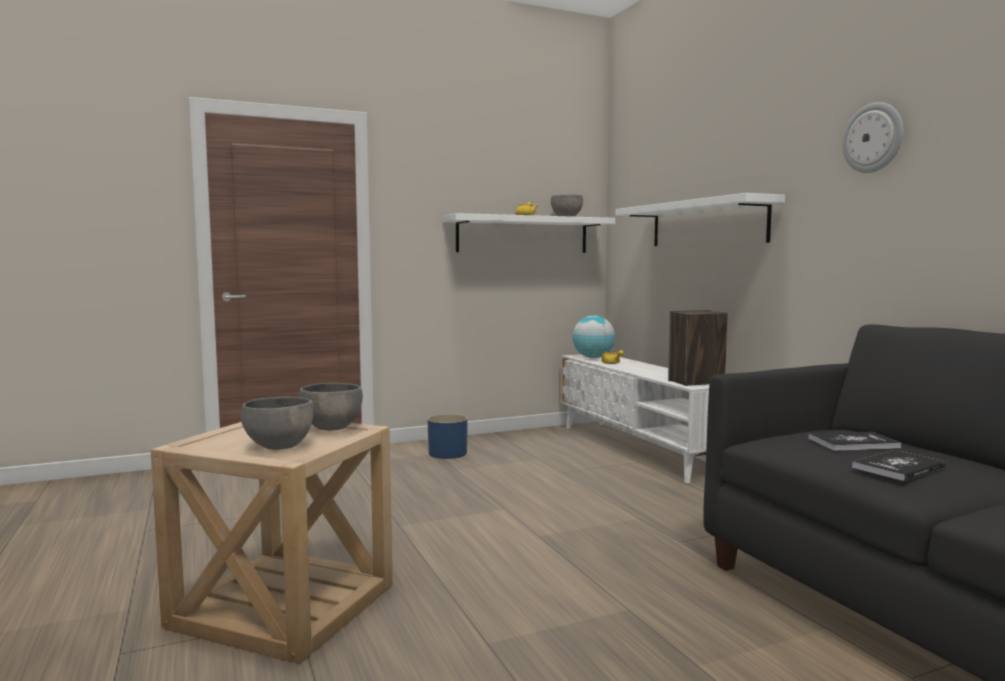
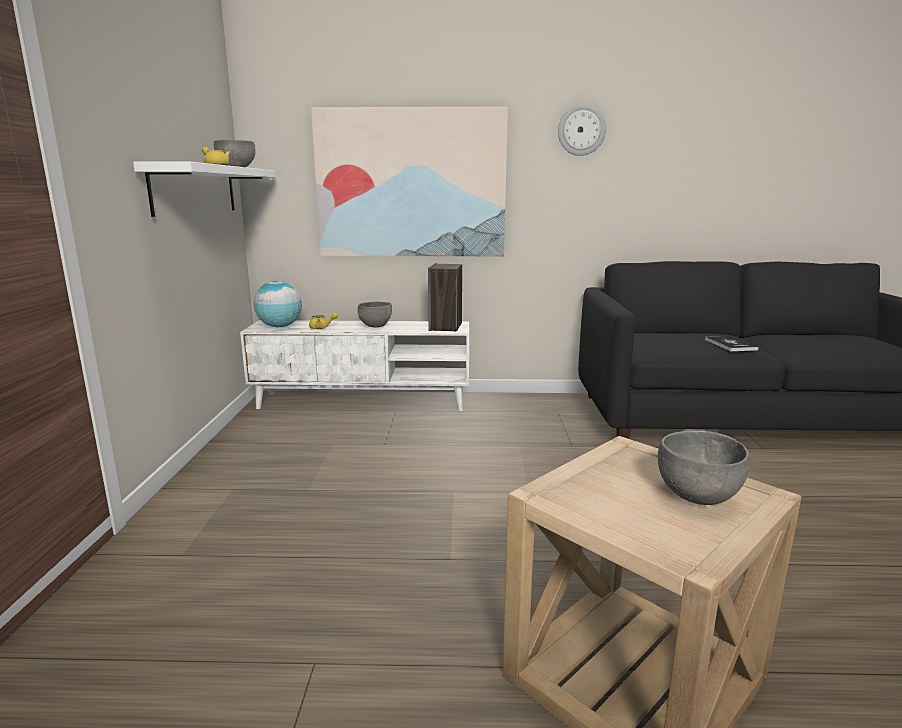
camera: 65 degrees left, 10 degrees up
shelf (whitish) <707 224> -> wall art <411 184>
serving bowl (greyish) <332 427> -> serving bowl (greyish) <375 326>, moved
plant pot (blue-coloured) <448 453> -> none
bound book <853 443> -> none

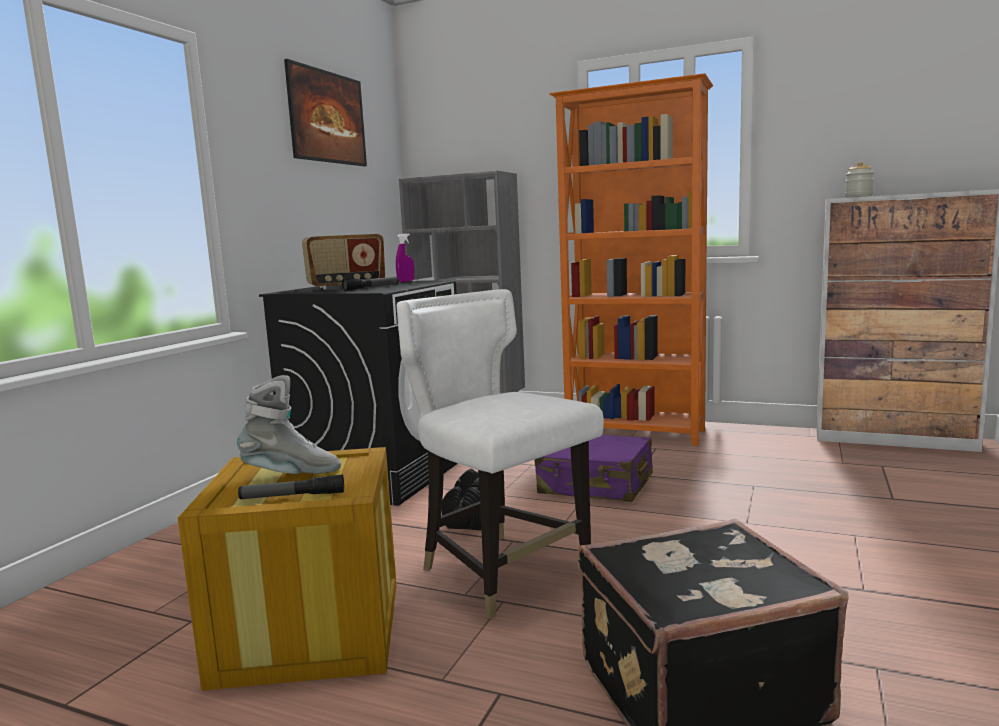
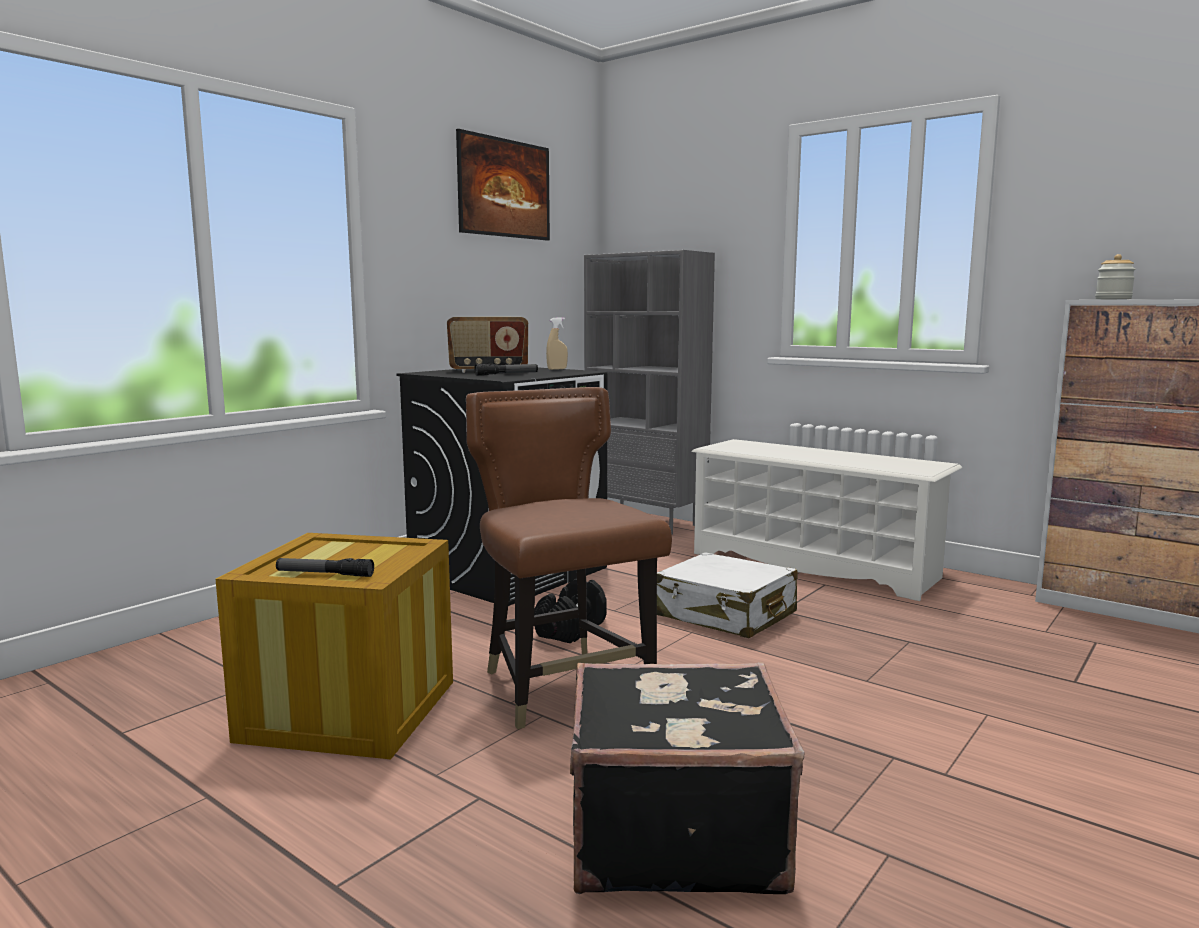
camera: 15 degrees right, 0 degrees up
chair (whitish) <503 571> -> chair (brown-coloured) <564 686>
sprayer (purple) <406 281> -> sprayer (beige-coloured) <557 369>
piece of luggage (purple) <596 485> -> piece of luggage (whitish) <725 615>
shelving unit (orangey) <636 434> -> shoe shelf (whitish) <814 565>
tall boot (greyish) <291 474> -> none

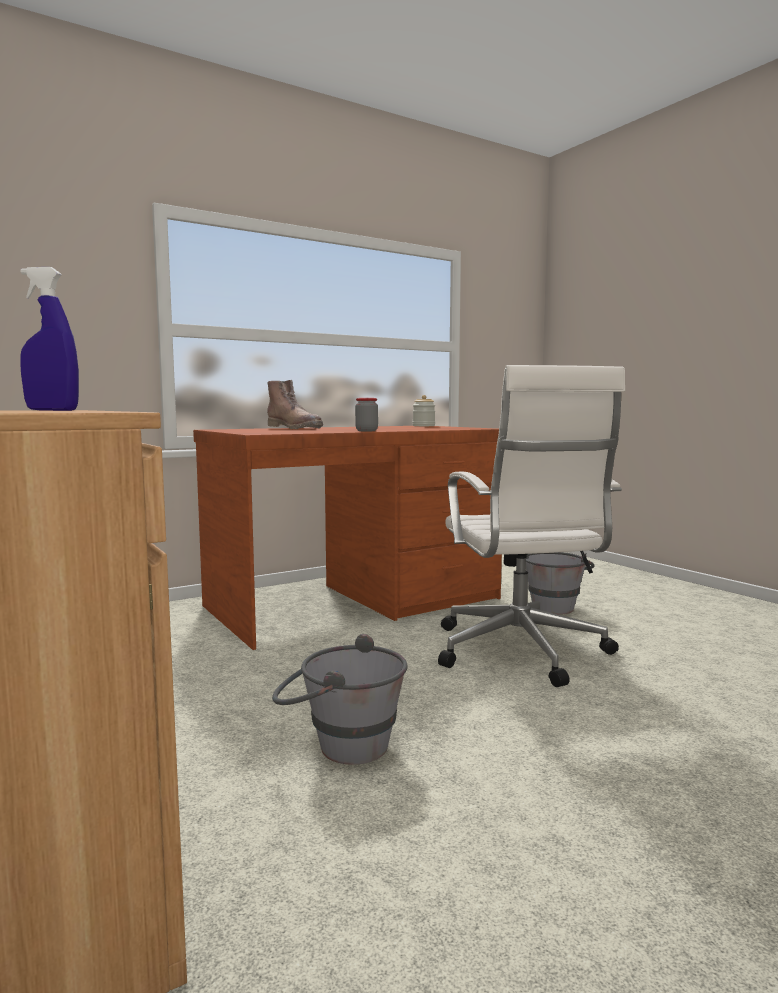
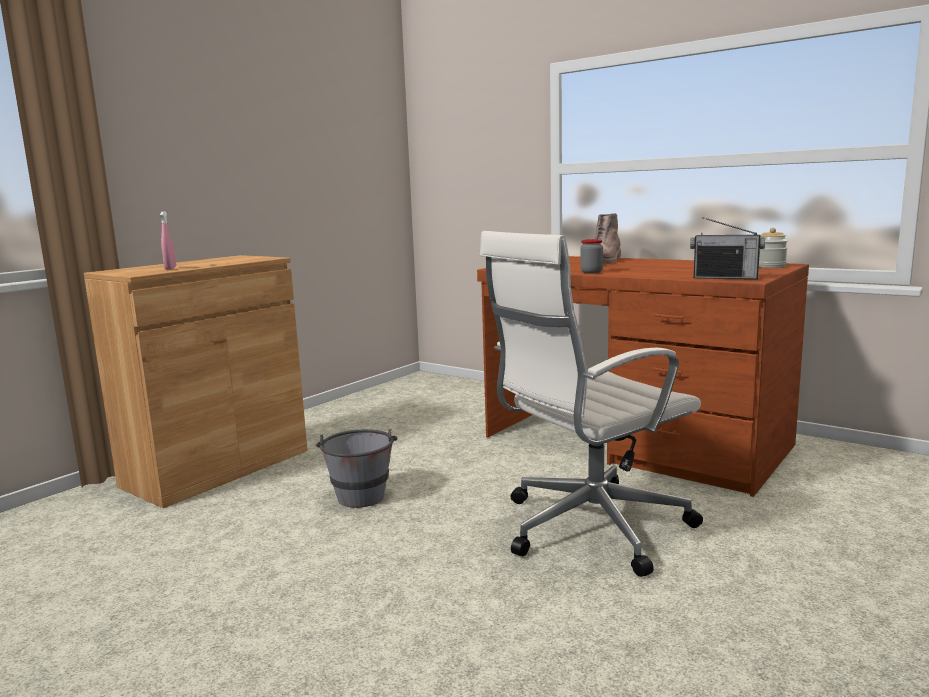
camera: 70 degrees right, 5 degrees up
sprayer (blue-coloured) <52 410> -> sprayer (pink-coloured) <170 268>
none -> radio receiver <725 278>
water bucket (greyish) <555 605> -> none

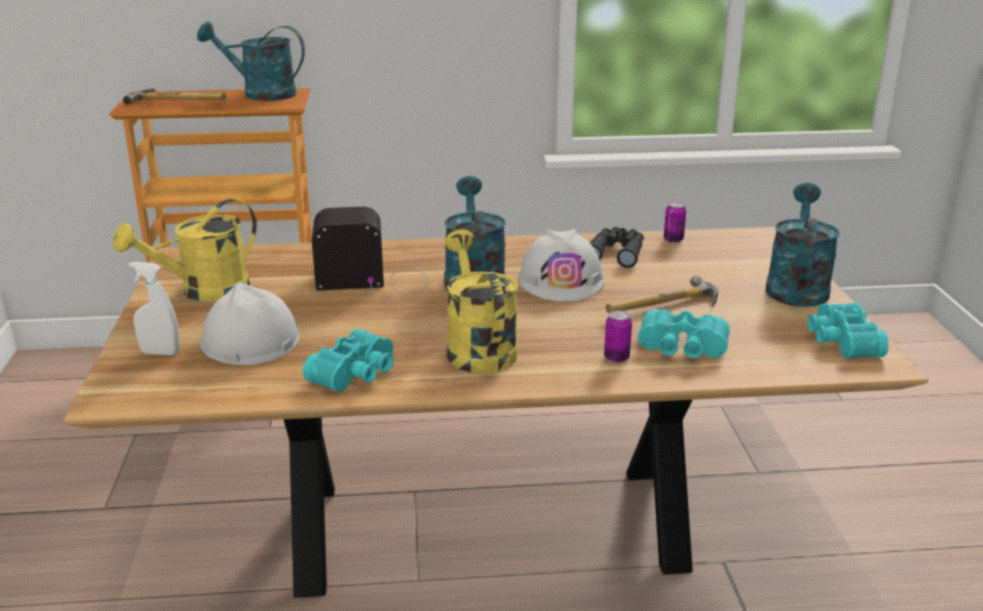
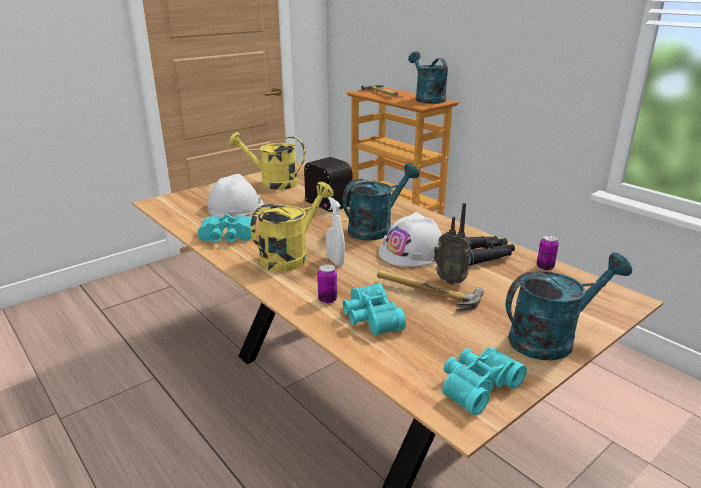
camera: 55 degrees right, 0 degrees up
sprayer (whitish) <160 353> -> sprayer (whitish) <335 261>, moved
none -> radio receiver <450 280>

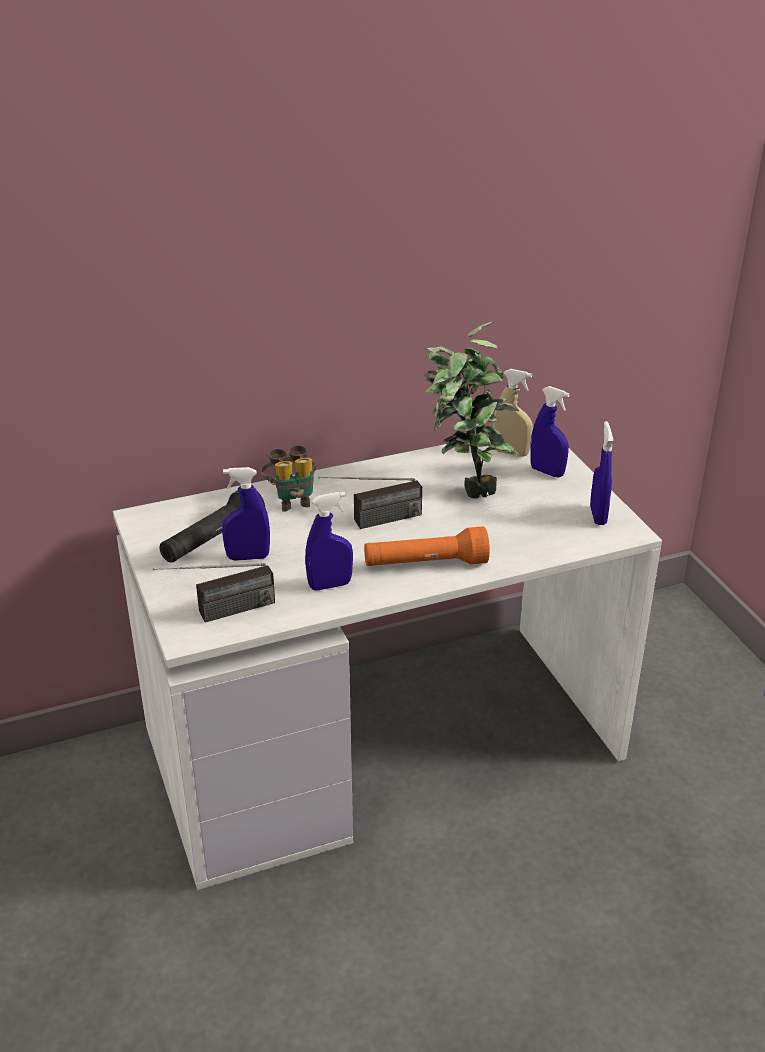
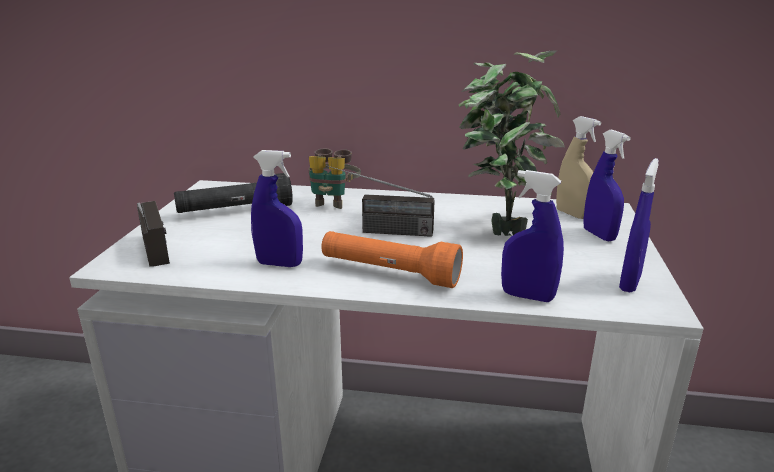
camera: 30 degrees right, 10 degrees down
radio receiver <218 614> -> radio receiver <160 257>, 120 degrees counterclockwise
sprayer (blue-coloured) <248 557> -> sprayer (blue-coloured) <527 296>, moved

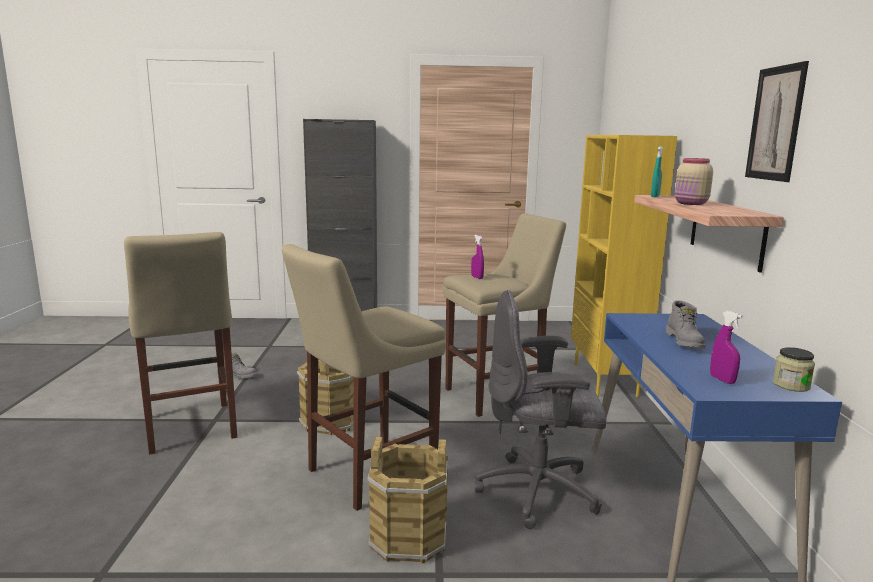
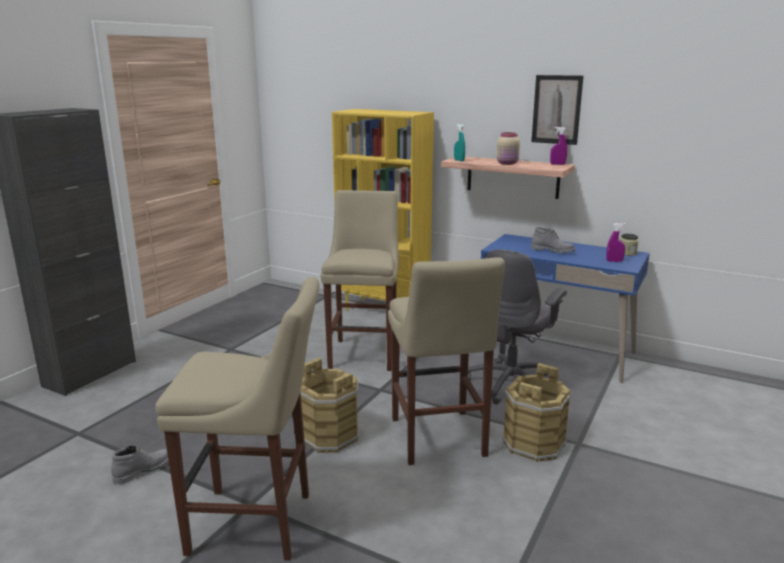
camera: 60 degrees left, 5 degrees up
sprayer (purple) <477 277> -> sprayer (purple) <557 164>, moved

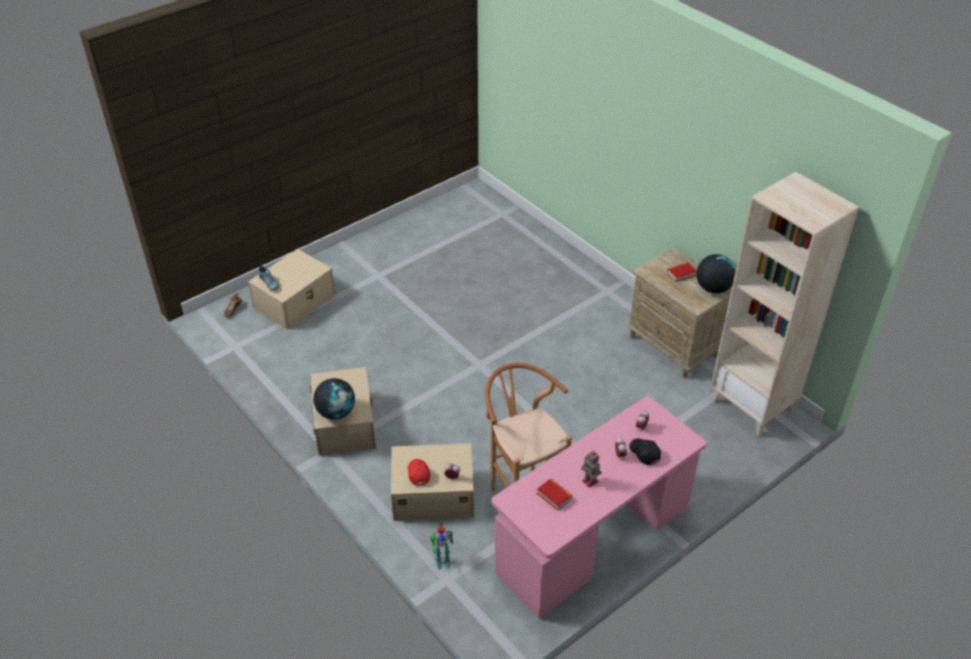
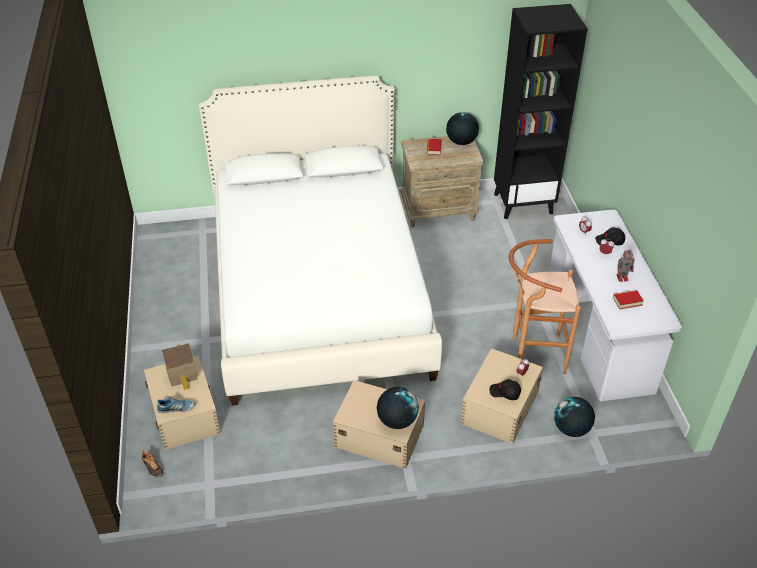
camera: 60 degrees left, 0 degrees up
none -> model house <182 374>
none -> bedroom bed (whitish) <319 292>
baseball cap (reddish) <418 473> -> baseball cap (black-coloured) <505 393>
shelving unit (beige-coloured) <752 406> -> shelving unit (black-coloured) <523 203>
desk (pink-coloured) <593 540> -> desk (whitish) <598 335>
toy robot <442 560> -> world globe <571 429>

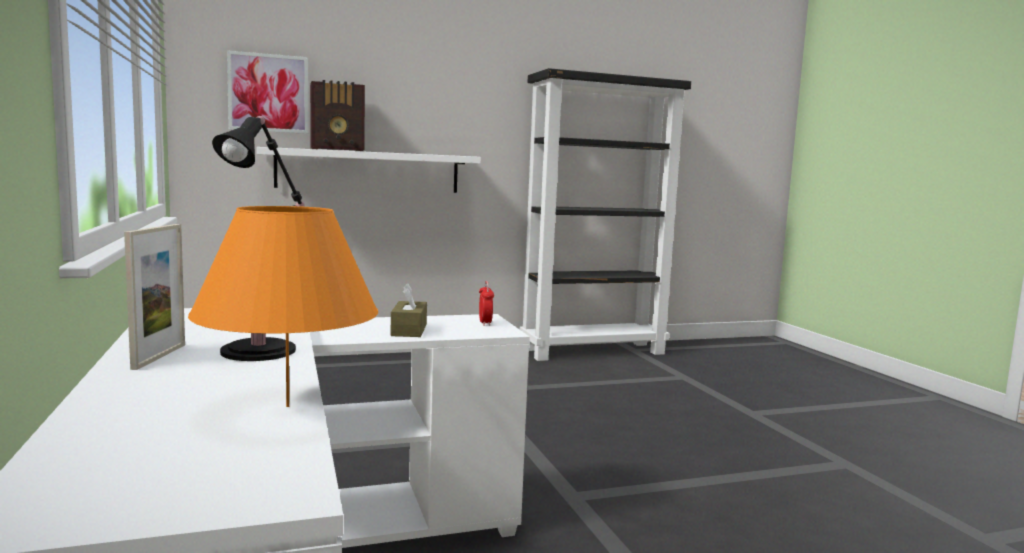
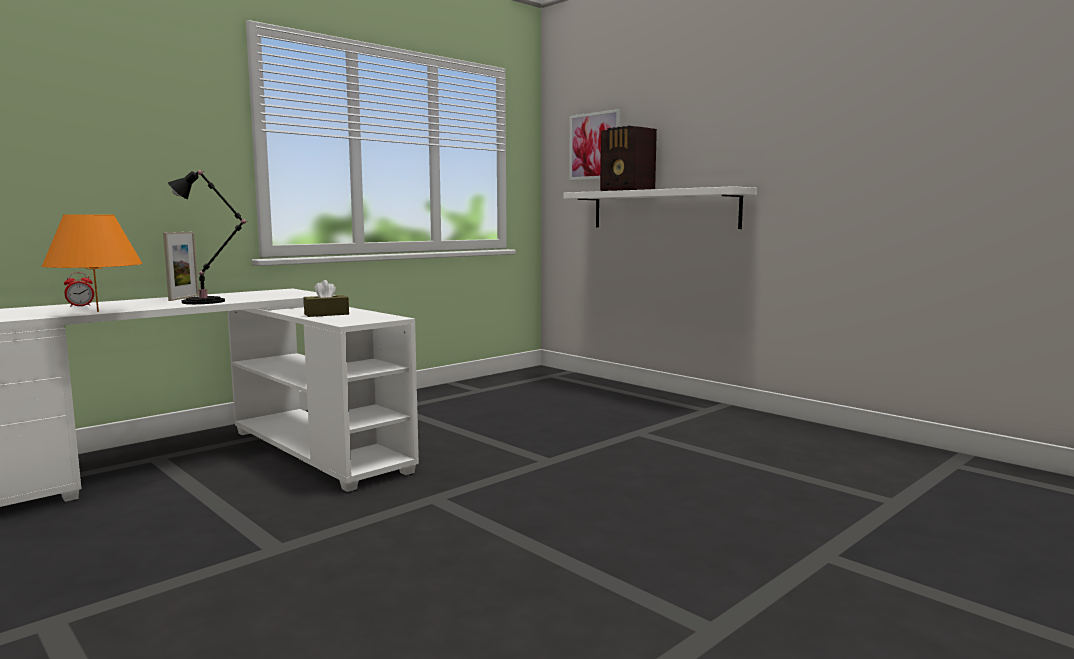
camera: 65 degrees right, 0 degrees up
alarm clock <485 323> -> alarm clock <80 306>, moved
photo frame <159 356> -> photo frame <184 298>, 60 degrees counterclockwise
shelving unit (black-coloured) <593 351> -> none

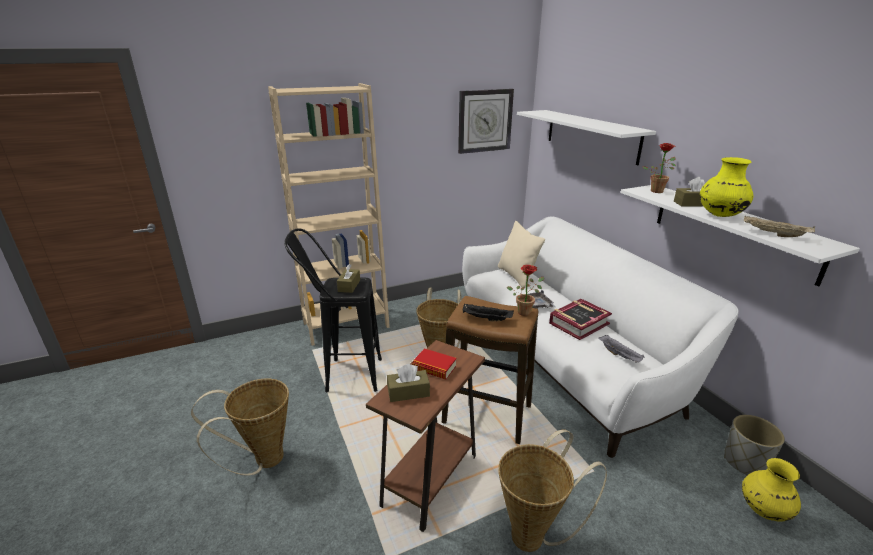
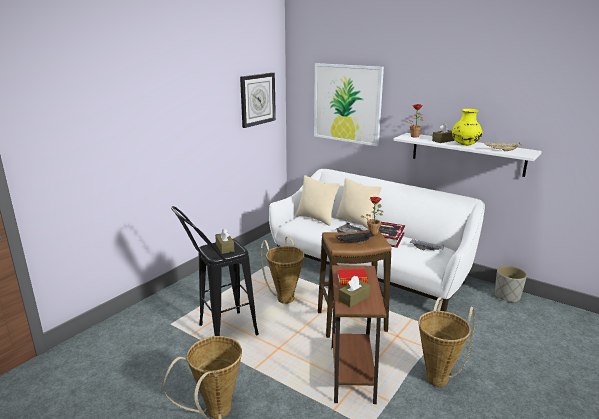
camera: 30 degrees left, 5 degrees down
shelf (whitish) <591 135> -> wall art <347 103>
none -> pillow (beige-coloured) <356 221>
shelving unit (beige-coloured) <346 324> -> none
vase (yellowish) <763 510> -> none

